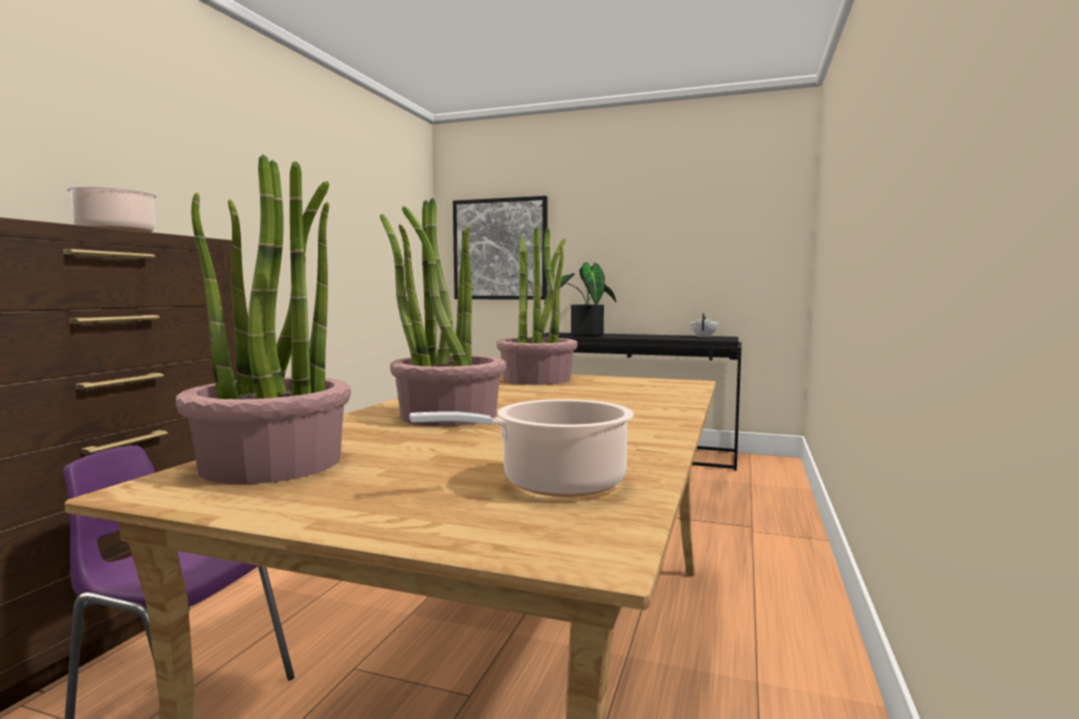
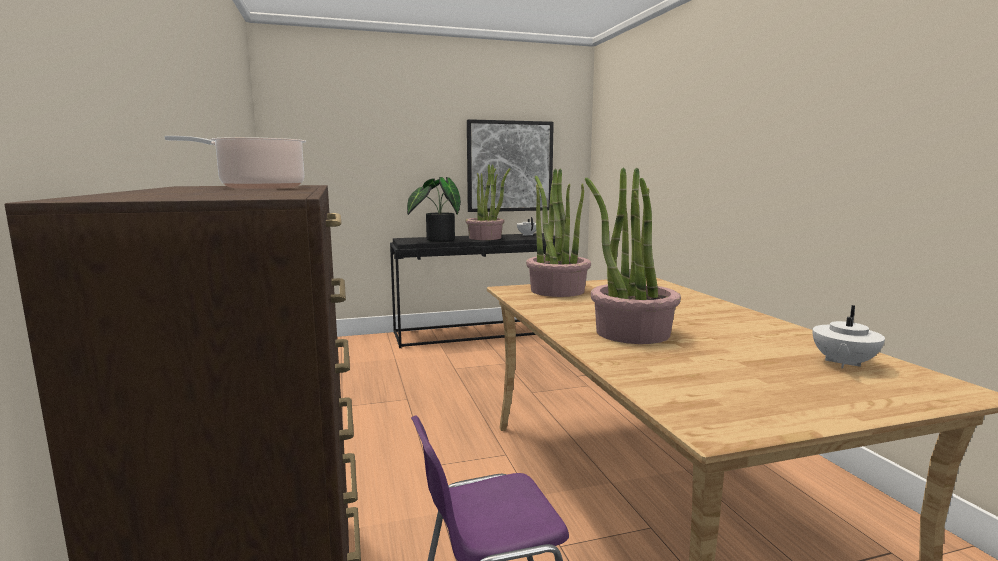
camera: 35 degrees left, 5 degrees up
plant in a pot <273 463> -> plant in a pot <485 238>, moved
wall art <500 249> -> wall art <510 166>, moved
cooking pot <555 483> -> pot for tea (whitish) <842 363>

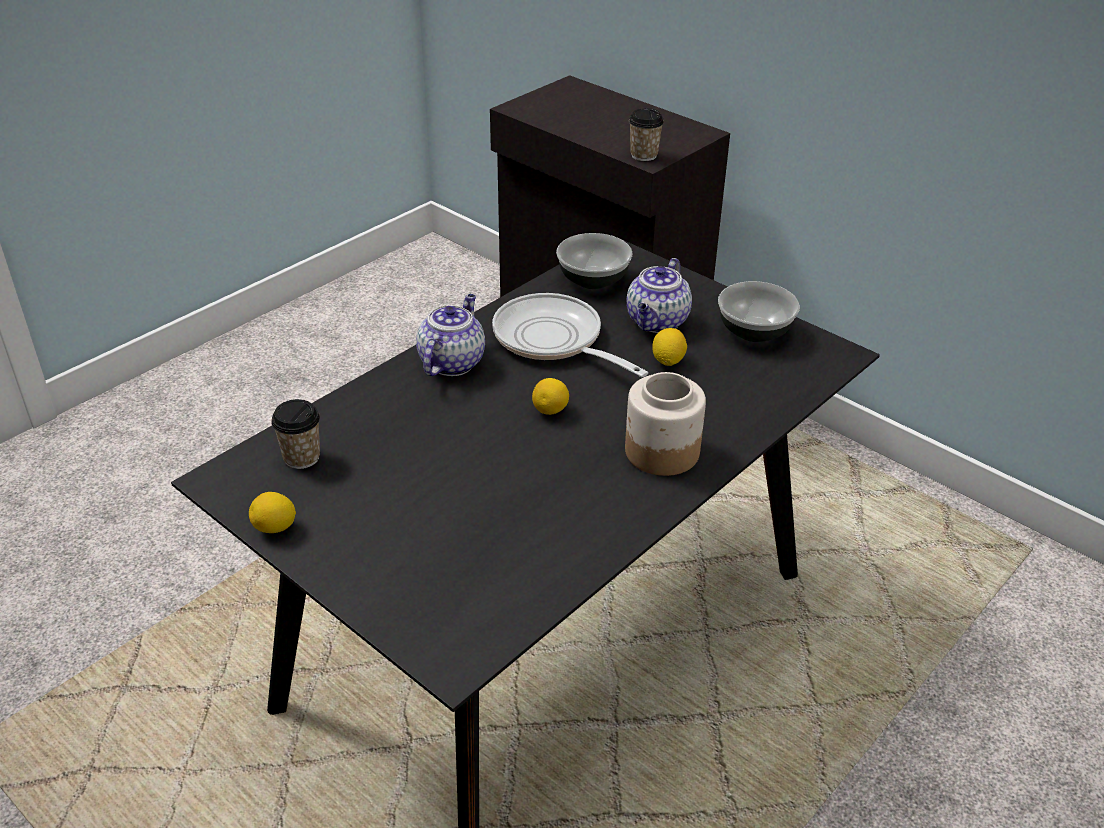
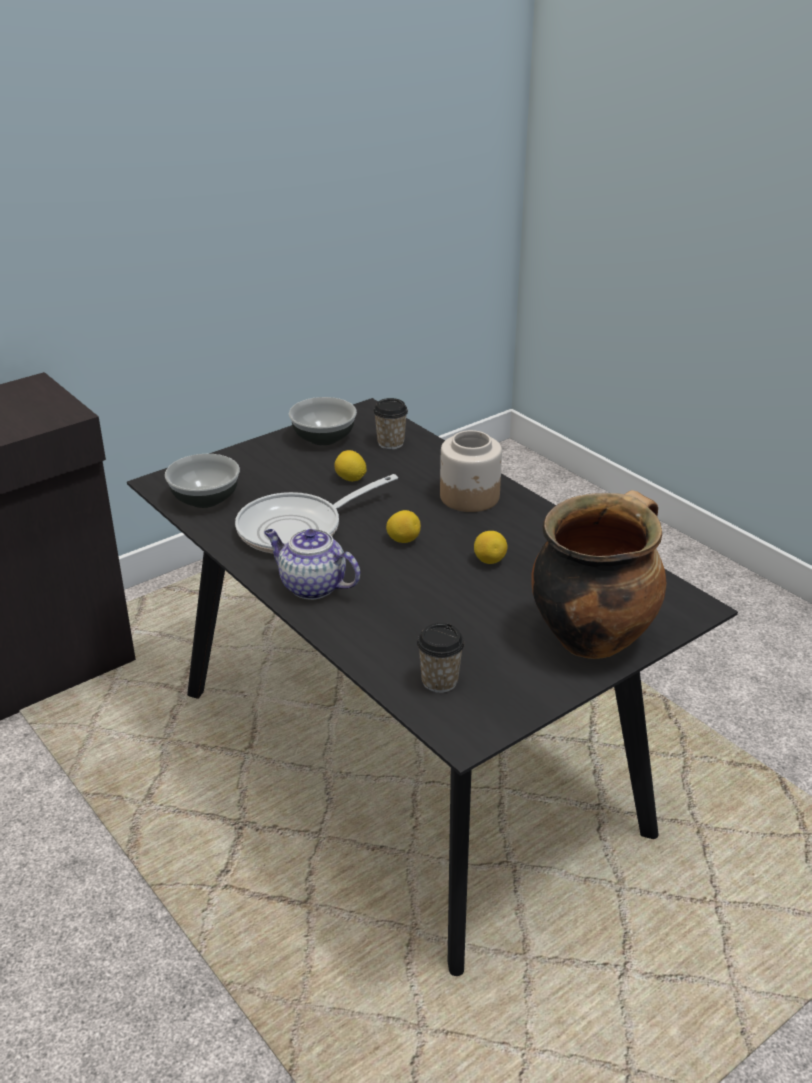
camera: 80 degrees left, 5 degrees down
cup <644 155> -> cup <390 443>, moved
citrus fruit <275 528> -> citrus fruit <489 561>, moved
none -> cooking pot <592 637>
pot for tea <657 322> -> none

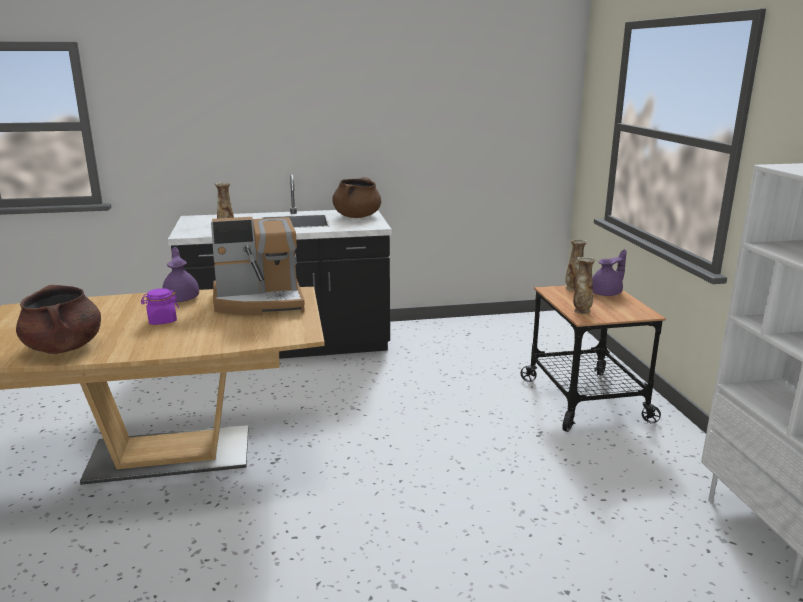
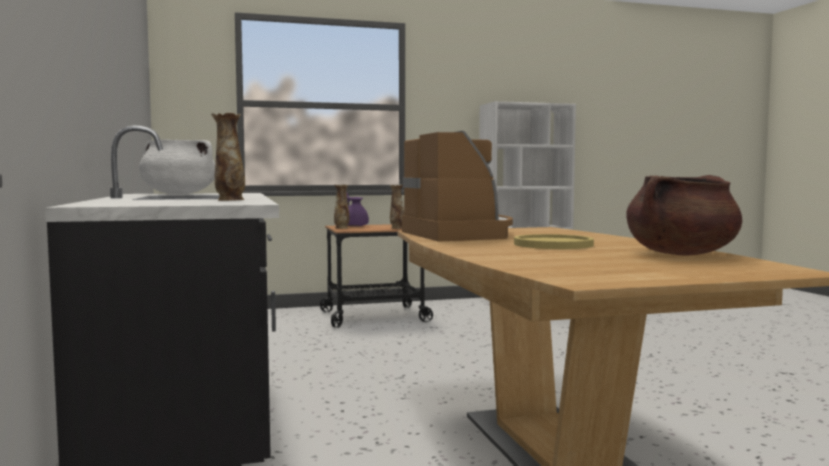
camera: 95 degrees left, 15 degrees down
cooking pot (brown-coloured) <357 216> -> cooking pot (whitish) <178 194>
jar (purple) <162 321> -> plate (yellowish) <553 244>
pot for tea (purple) <182 298> -> none

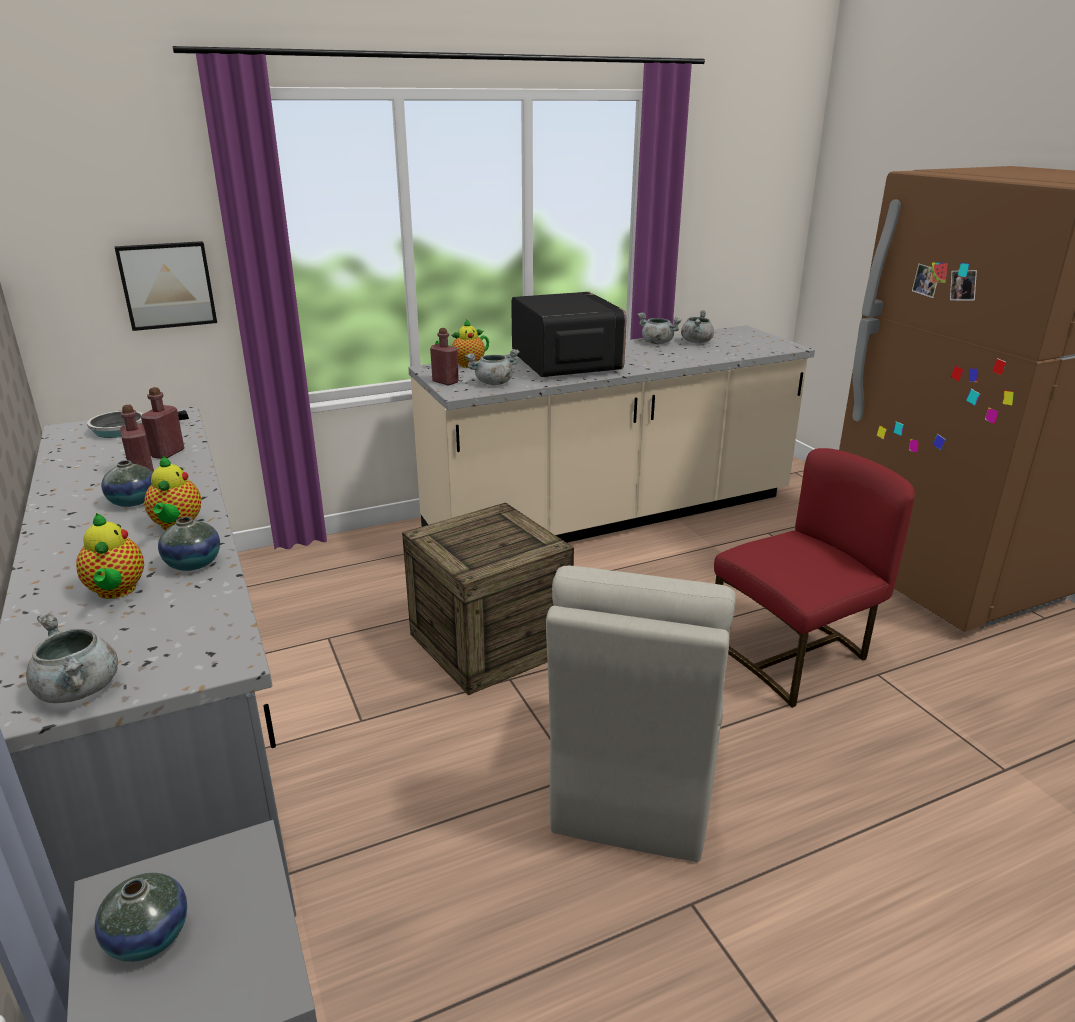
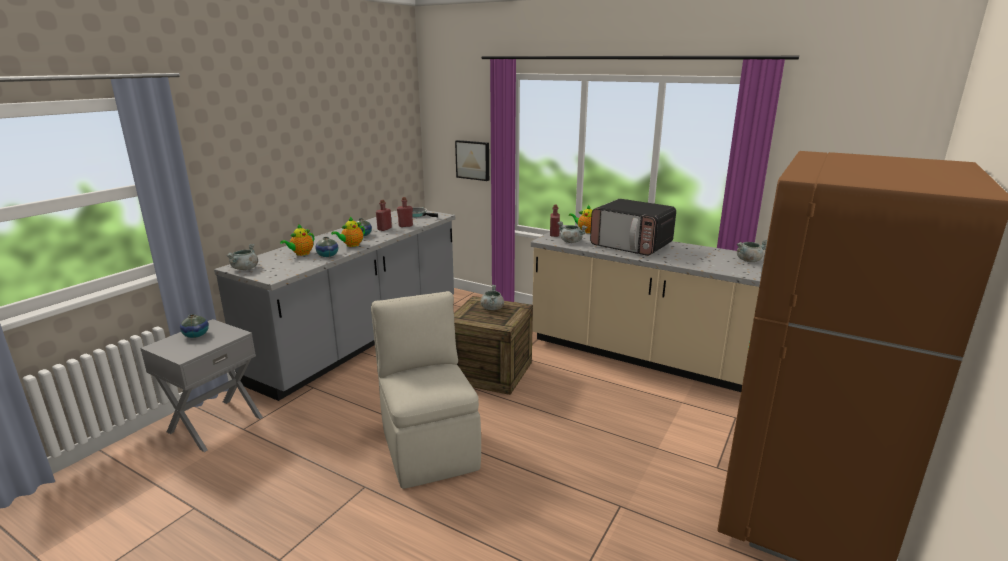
camera: 55 degrees right, 5 degrees down
chair (beige-coloured) <635 784> -> chair (beige-coloured) <429 446>, 90 degrees clockwise
cooking pot (greyish) <657 343> -> cooking pot (greyish) <492 308>, moved
microwave oven <565 363> -> microwave oven <632 245>, 90 degrees clockwise
chair (reddish) <794 655> -> none

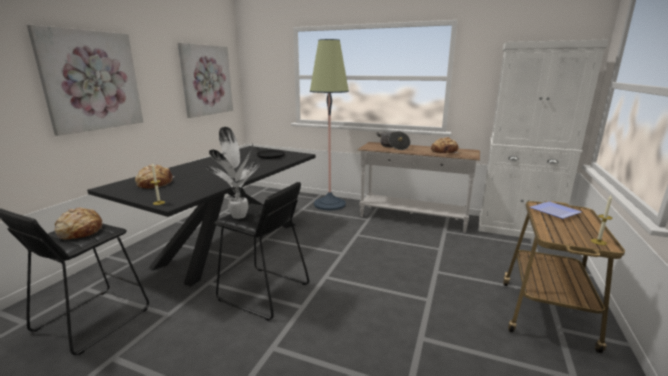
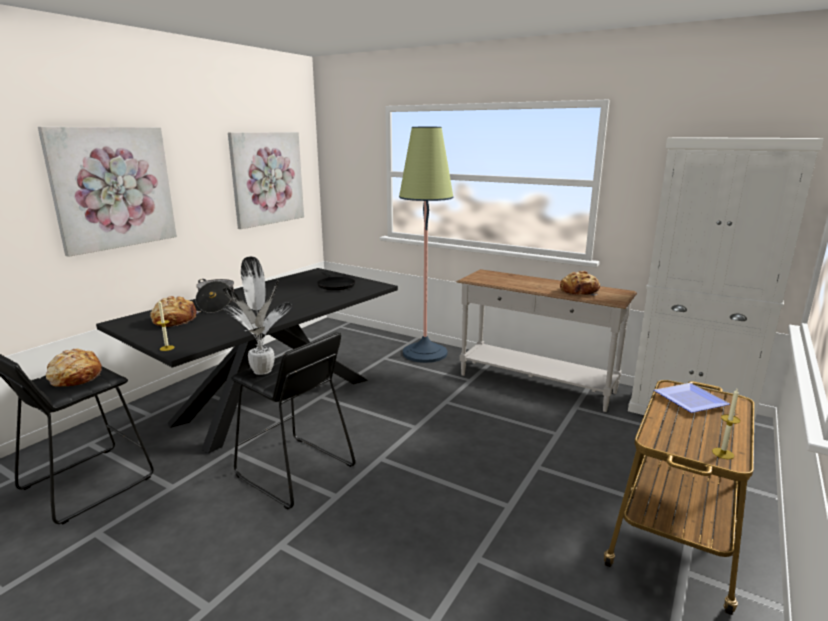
camera: 10 degrees right, 0 degrees up
cooking pot <393 146> -> cooking pot <216 304>, moved

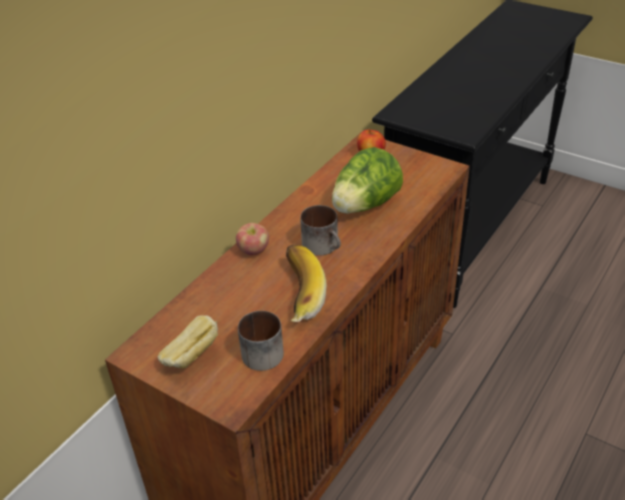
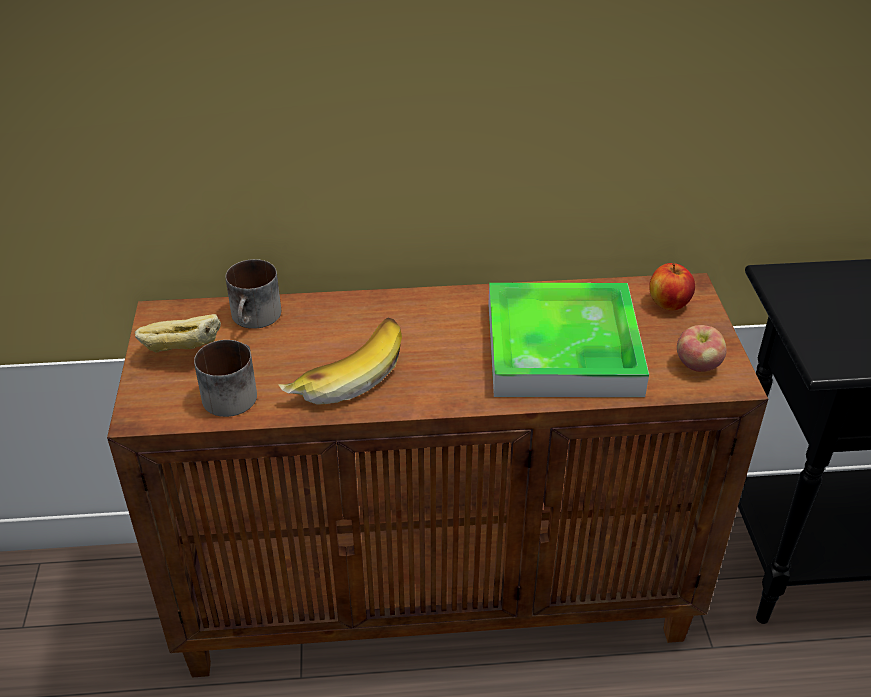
camera: 50 degrees right, 0 degrees up
tea mug <324 246> -> tea mug <256 318>, moved
lettuce <365 205> -> carrying tray <562 348>
apple <253 251> -> apple <697 365>, moved

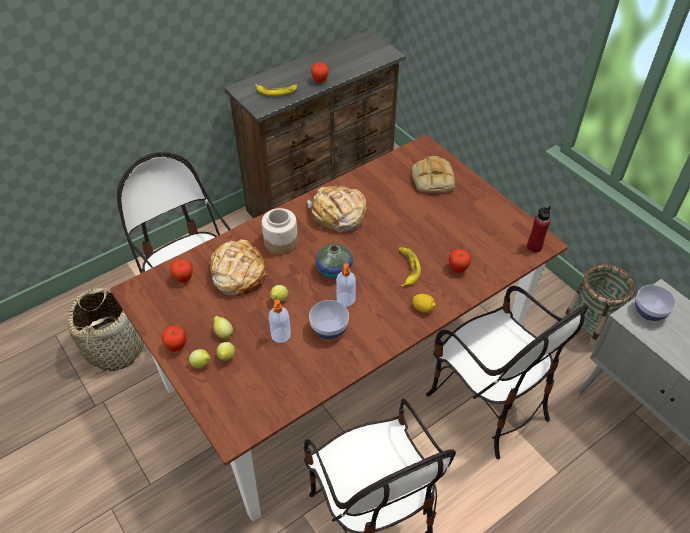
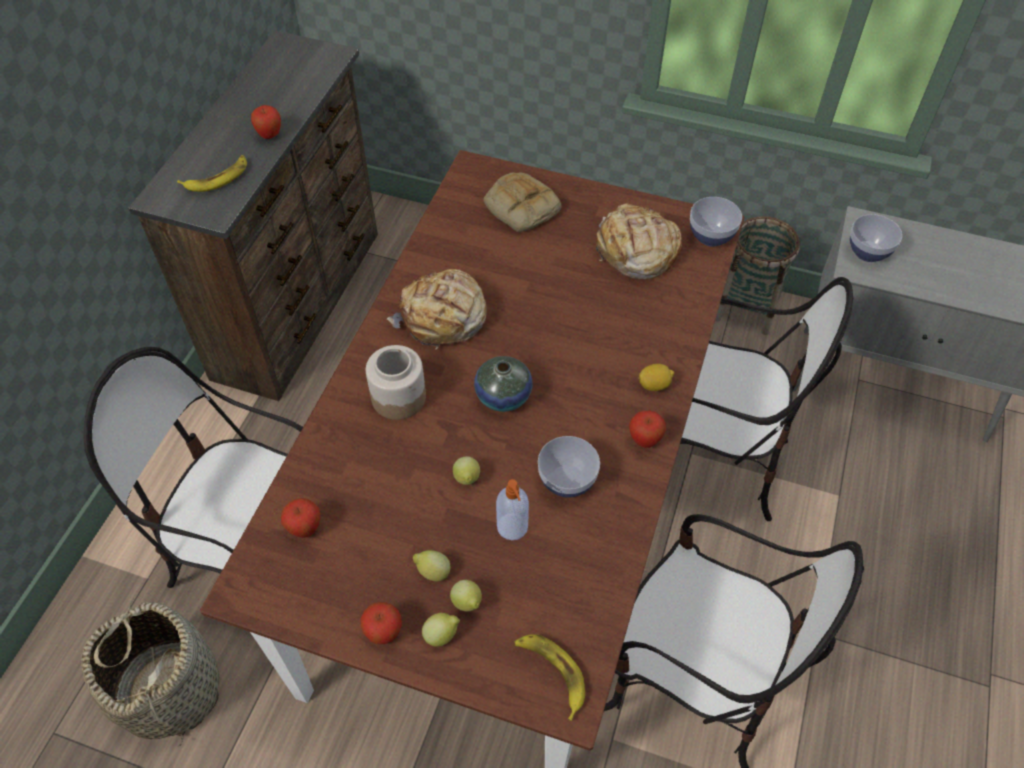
camera: 35 degrees left, 5 degrees up
whole banana <407 268> -> whole banana <551 673>, moved
baked bread <238 274> -> baked bread <636 252>, moved
apple <457 269> -> apple <644 440>, moved
bottle (reddish) <534 247> -> serving bowl <711 236>
soap dispenser <345 300> -> none

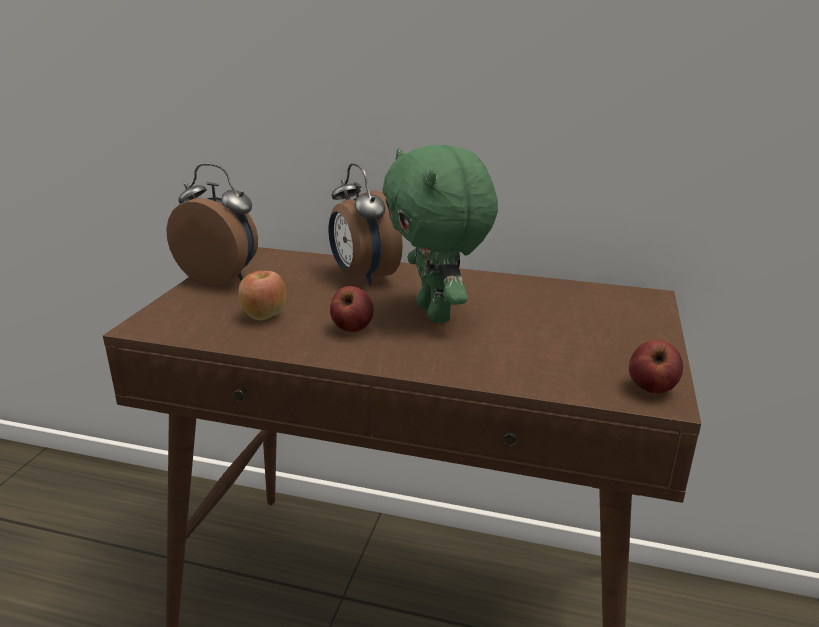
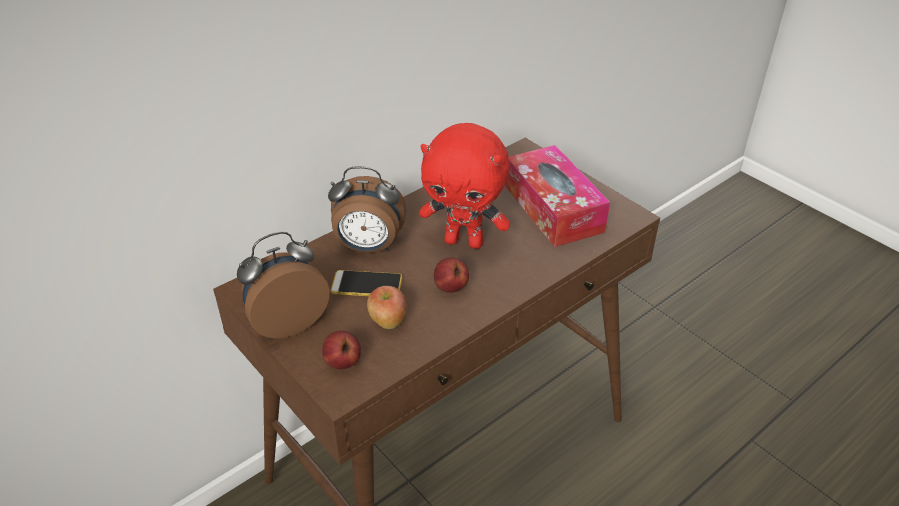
camera: 55 degrees left, 15 degrees up
apple <651 388> -> apple <342 362>, moved
none -> phone <366 285>
cuddly toy (green-coloured) <437 313> -> cuddly toy (reddish) <464 241>
none -> box of tissues <553 208>

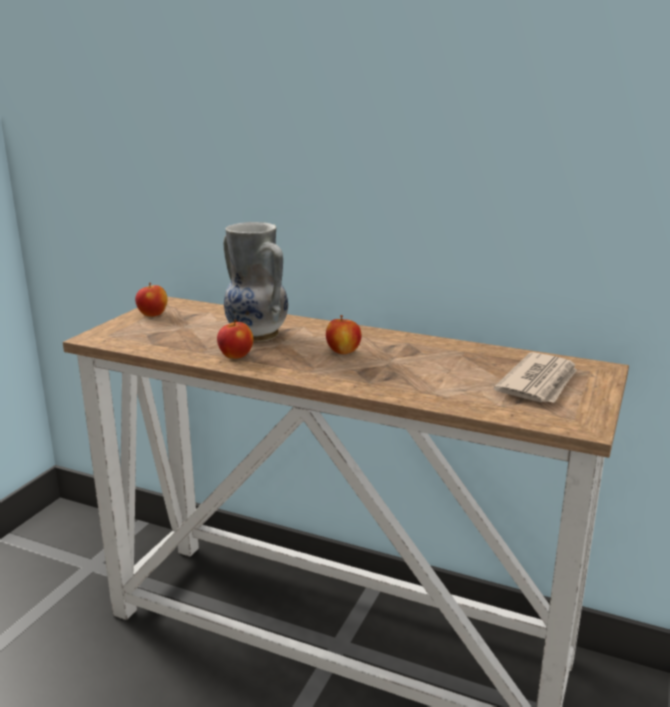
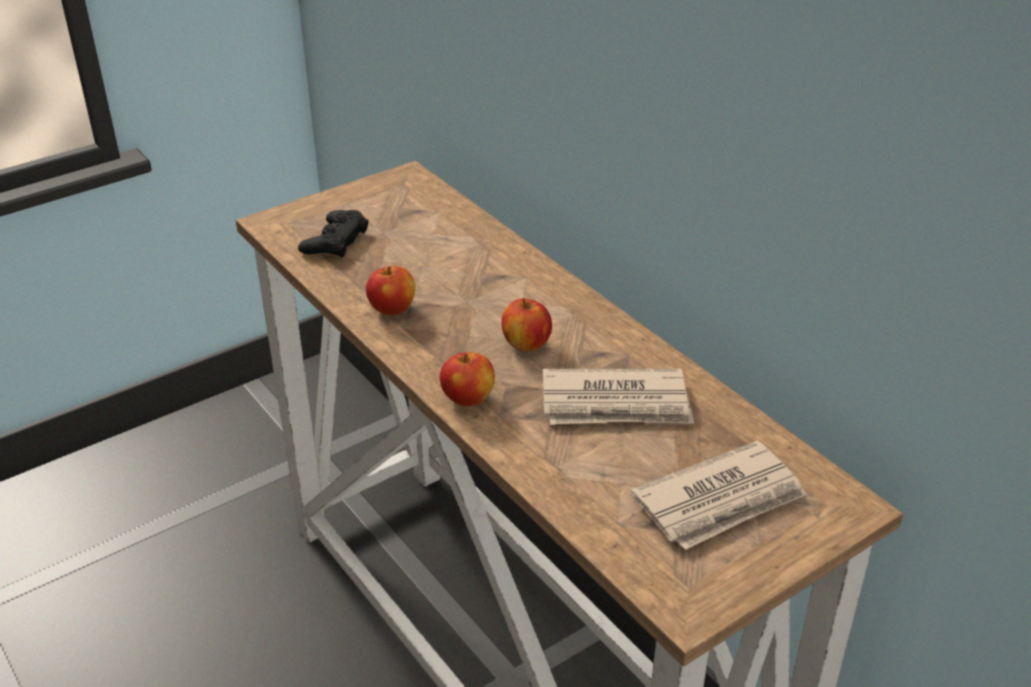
camera: 30 degrees right, 15 degrees up
none -> joypad (black-coloured) <335 241>
apple <153 314> -> apple <468 398>, moved
none -> newspaper <616 403>
vase <256 335> -> none

